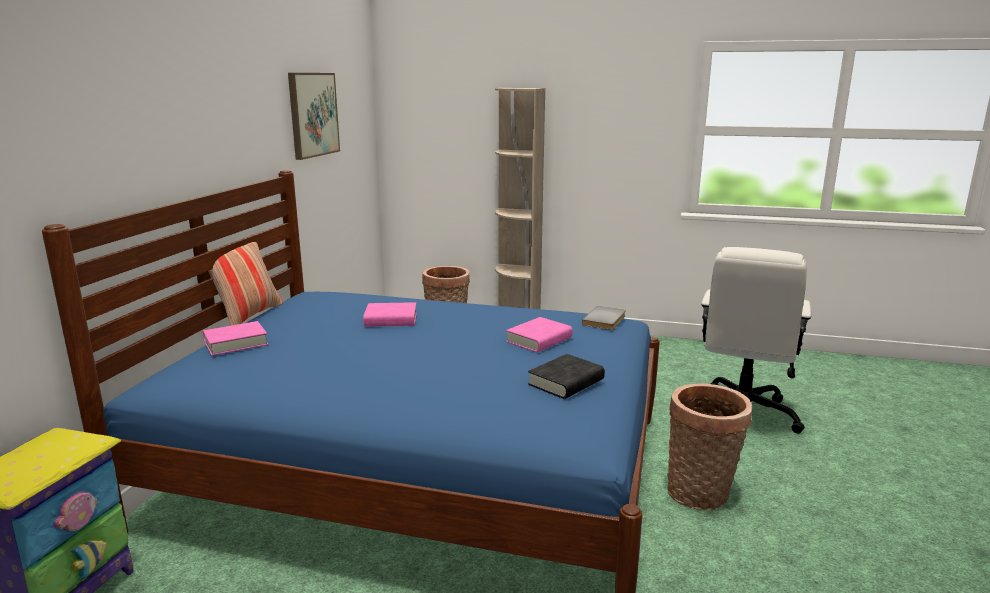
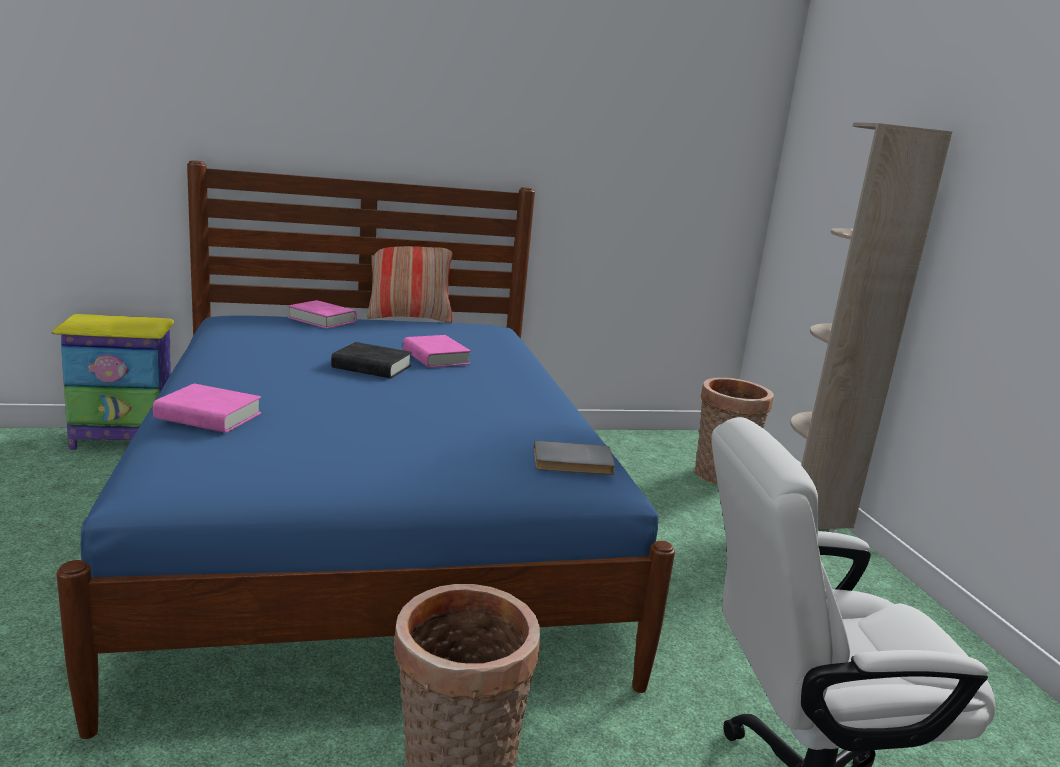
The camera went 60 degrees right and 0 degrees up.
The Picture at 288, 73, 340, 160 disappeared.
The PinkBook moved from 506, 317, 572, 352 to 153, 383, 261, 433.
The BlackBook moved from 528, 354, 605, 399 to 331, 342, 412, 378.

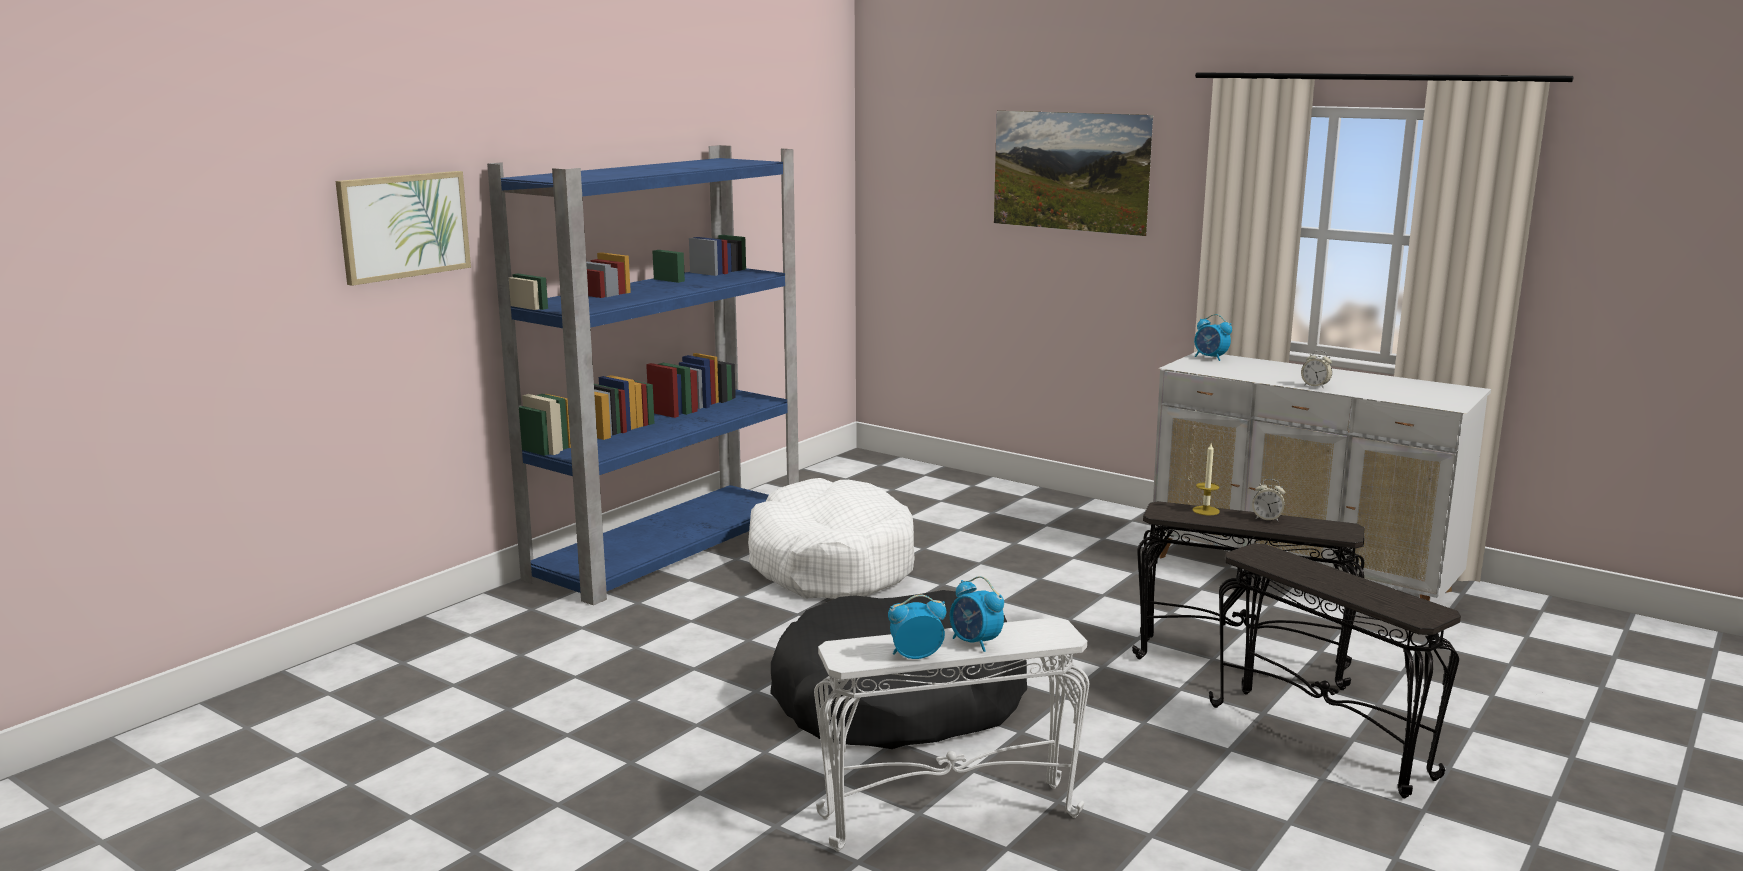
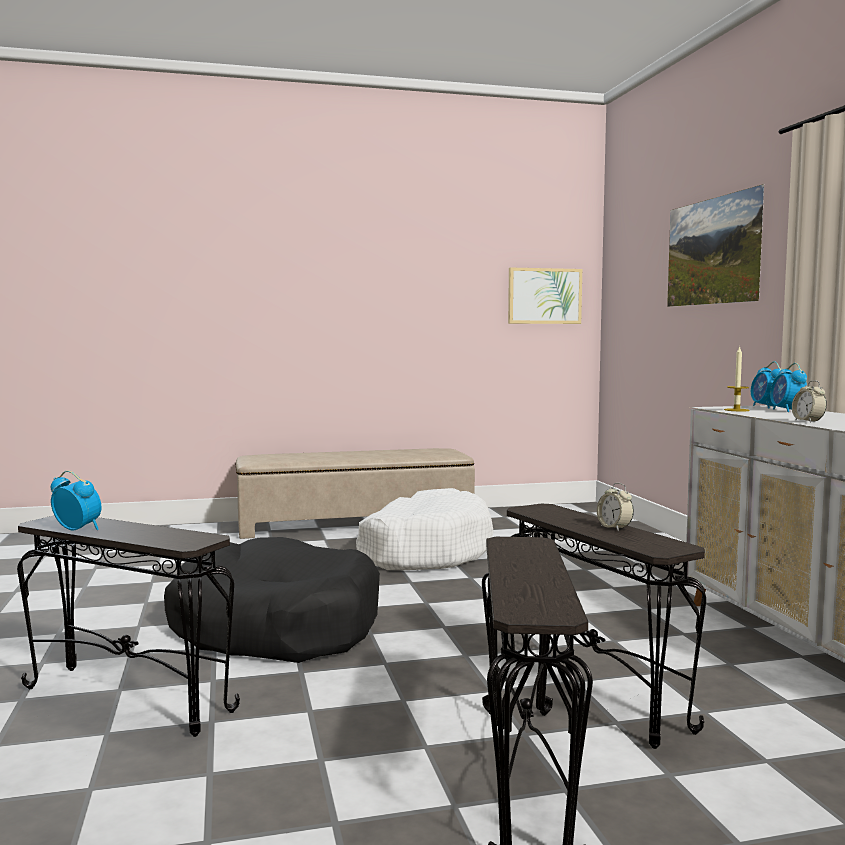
The camera went 40 degrees right and 10 degrees down.
The BlueBookcase at 487, 145, 799, 605 was replaced by the BeigeBench at 236, 448, 475, 539.
The Picture moved from 336, 171, 471, 286 to 508, 267, 582, 324.
The Candle moved from 1192, 444, 1220, 515 to 724, 346, 750, 411.
The AlarmClock moved from 950, 576, 1004, 652 to 770, 363, 807, 412.
The WhiteSideTable at 814, 617, 1089, 852 became the BlackSideTable at 17, 515, 240, 737.

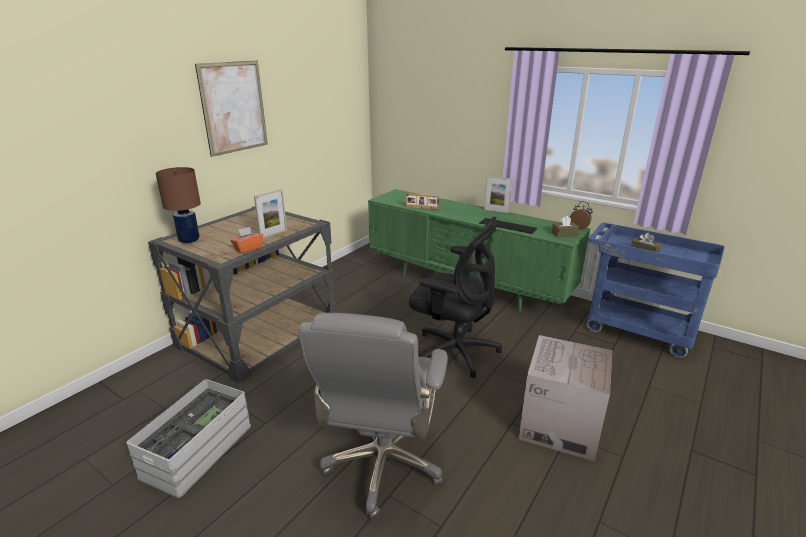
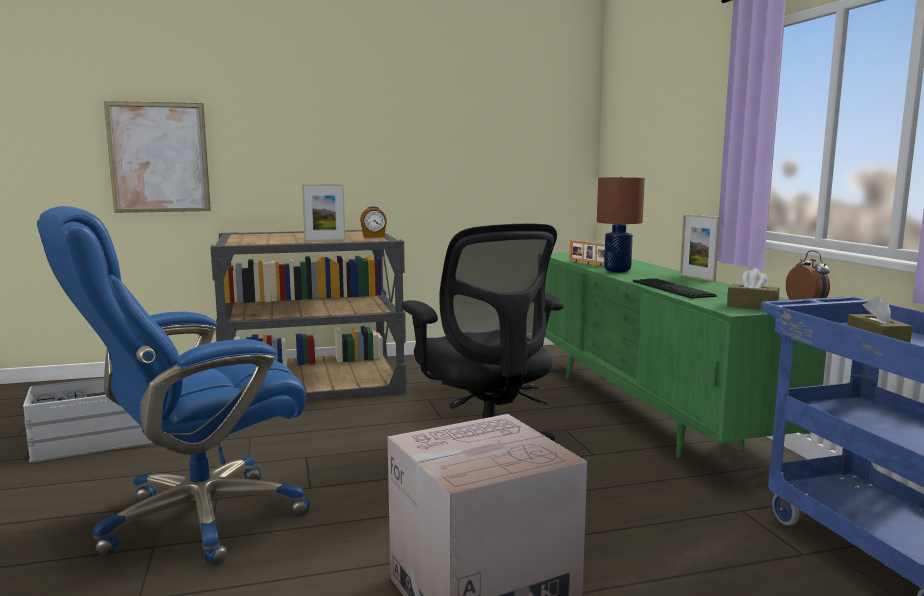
The camera went 40 degrees right and 15 degrees down.
The Picture moved from 195, 61, 268, 157 to 104, 101, 211, 213.
The BrownTableLamp moved from 156, 167, 201, 243 to 597, 176, 645, 273.
The OrangeTissueBox at 231, 227, 263, 254 disappeared.
The GreyOfficeChair at 298, 313, 448, 520 became the BlueOfficeChair at 37, 206, 310, 565.
The AlarmClock at 360, 206, 387, 238 appeared.

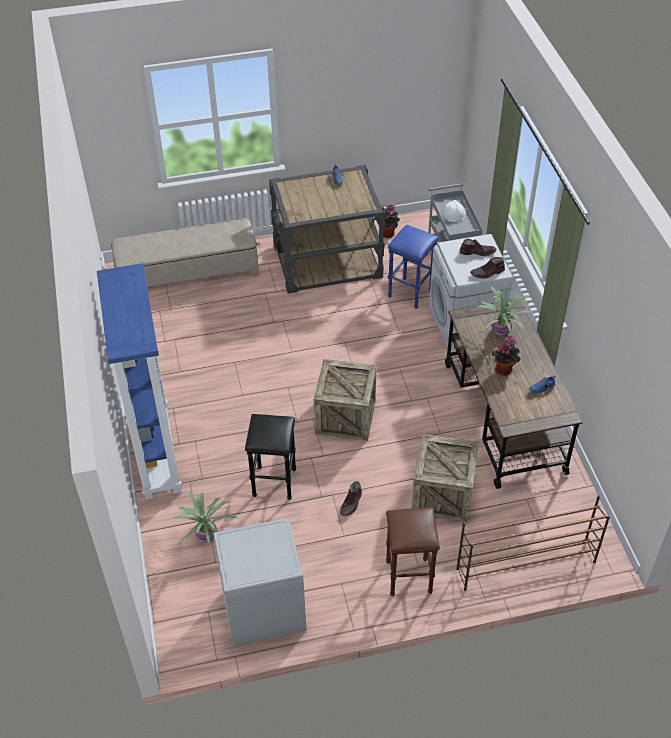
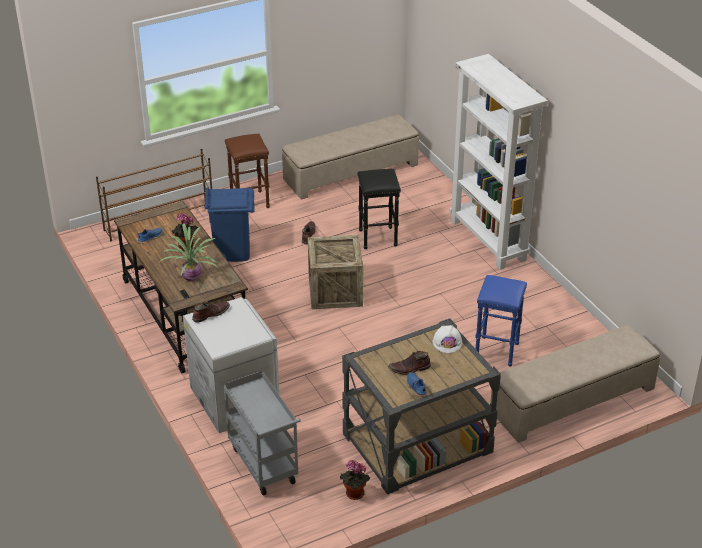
The camera went 165 degrees right and 10 degrees down.
The WhiteHardHat moved from 442, 200, 466, 222 to 433, 325, 462, 353.
The BlueStool moved from 388, 225, 439, 309 to 475, 275, 527, 367.
The BrownBoot moved from 459, 239, 496, 256 to 388, 351, 431, 375.
The BlueBookcase at 97, 263, 182, 500 became the WhiteBookcase at 449, 54, 548, 270.
The Crate at 411, 434, 479, 522 was replaced by the BlueTrashCan at 204, 187, 254, 262.
The PottedPlant at 173, 492, 237, 546 disappeared.
The WhiteWashingMachine at 213, 518, 306, 646 was replaced by the BeigeBench at 282, 115, 419, 199.

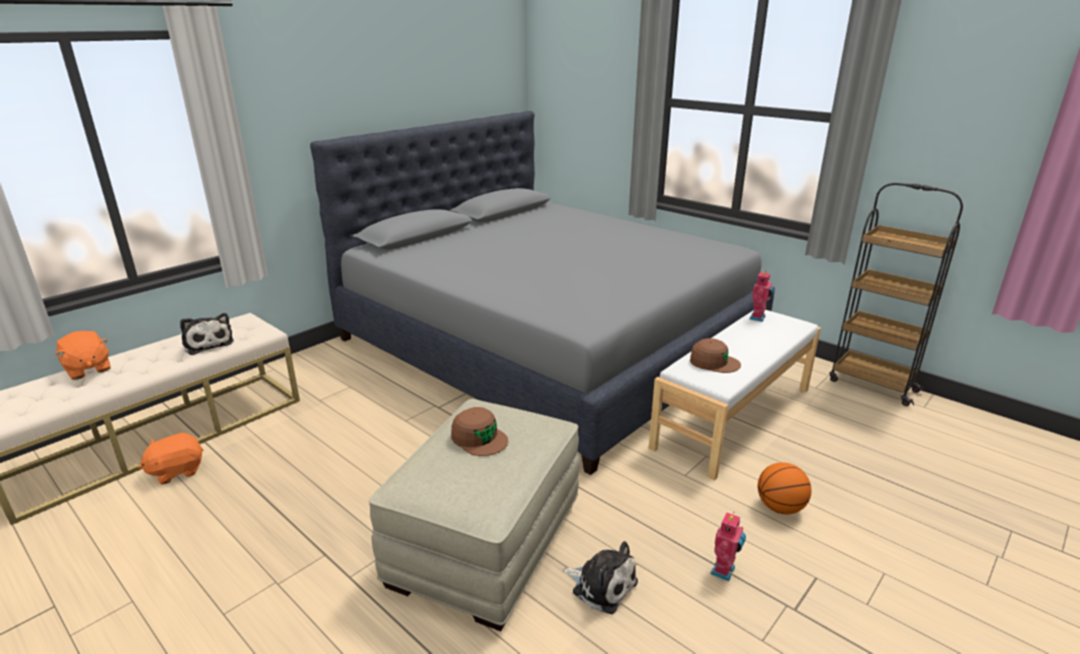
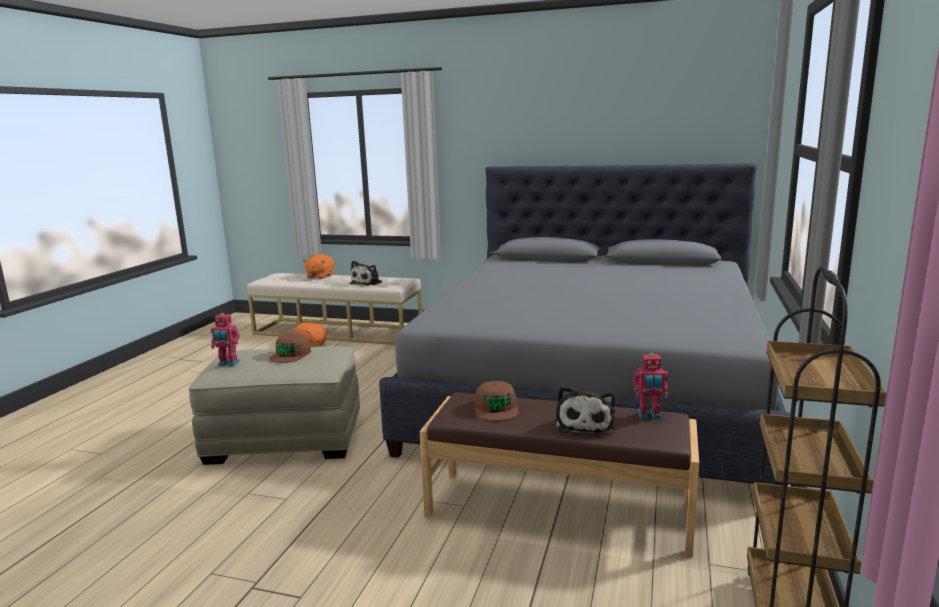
The camera went 65 degrees right and 10 degrees down.
The WhiteBench at 649, 310, 821, 480 became the BrownBench at 420, 392, 699, 557.
The Basketball at 758, 462, 811, 514 disappeared.
The ToyRobot moved from 710, 512, 746, 581 to 211, 313, 240, 366.
The PlushToy moved from 562, 541, 638, 614 to 556, 385, 615, 435.

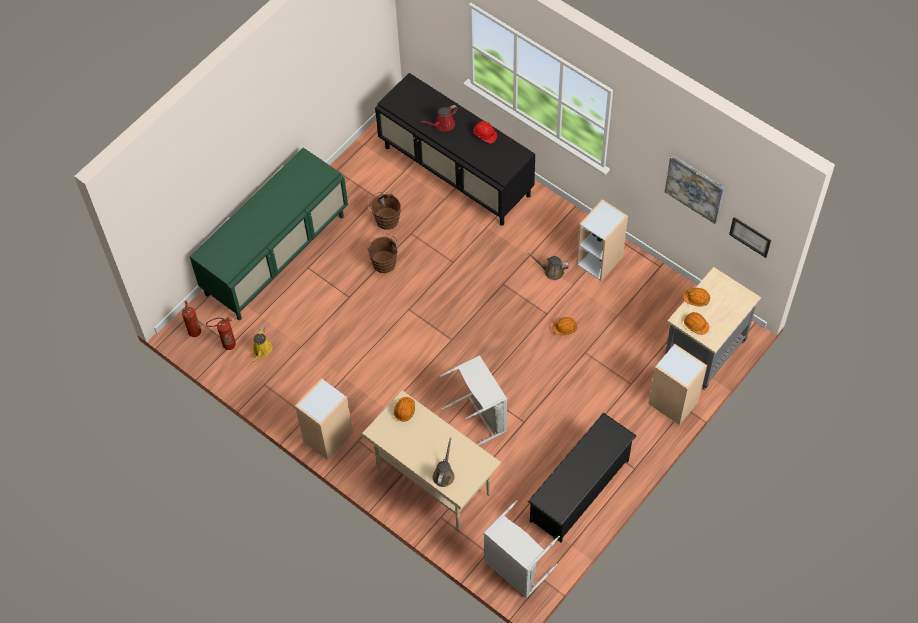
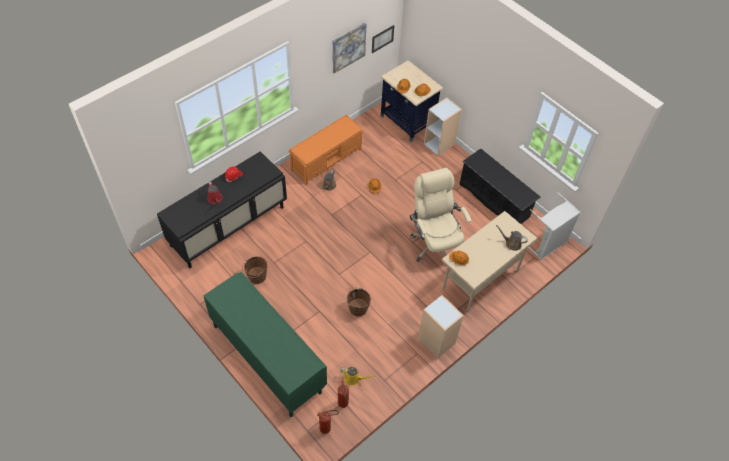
The camera went 85 degrees left and 5 degrees down.
The Bookcase at 576, 199, 628, 281 was replaced by the OrangeBench at 289, 115, 363, 185.
The BrownBucket moved from 367, 233, 399, 273 to 344, 287, 371, 317.
The GreyCart at 665, 267, 761, 390 became the BlueCart at 380, 60, 443, 142.
The GreyLaundryBasket at 440, 355, 507, 446 was replaced by the BeigeOfficeChair at 410, 168, 471, 262.

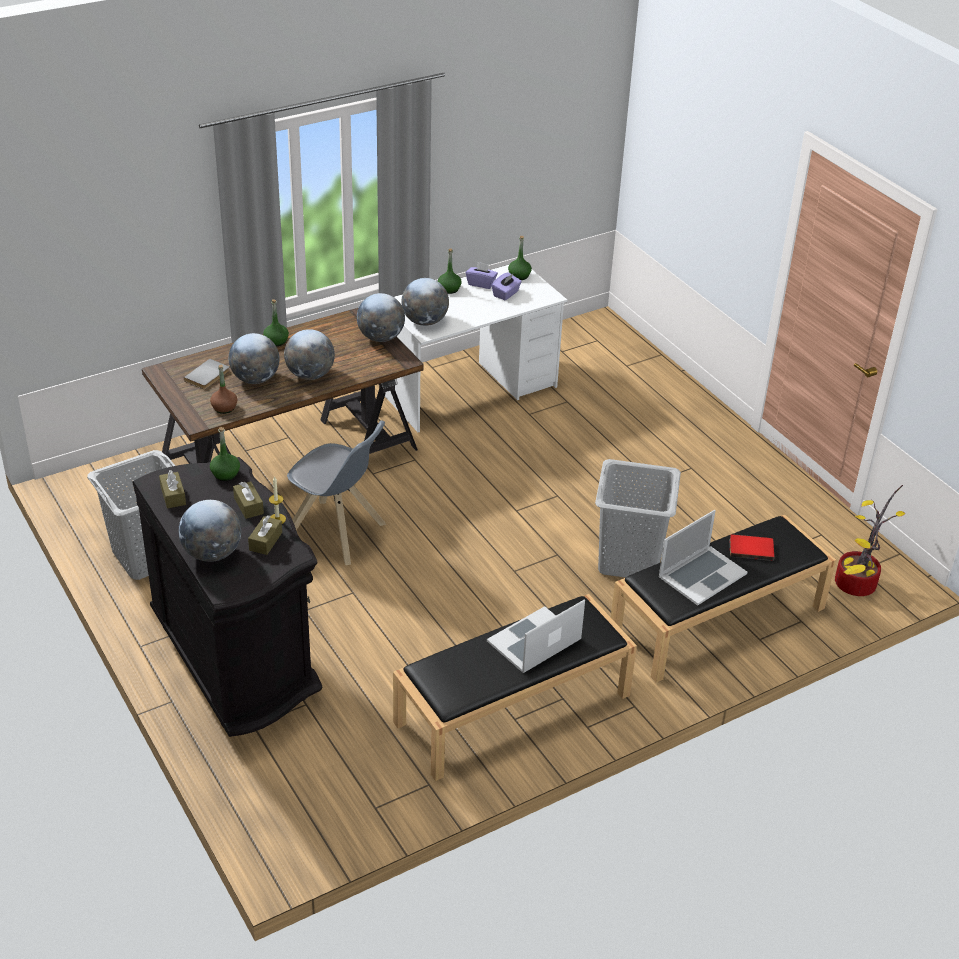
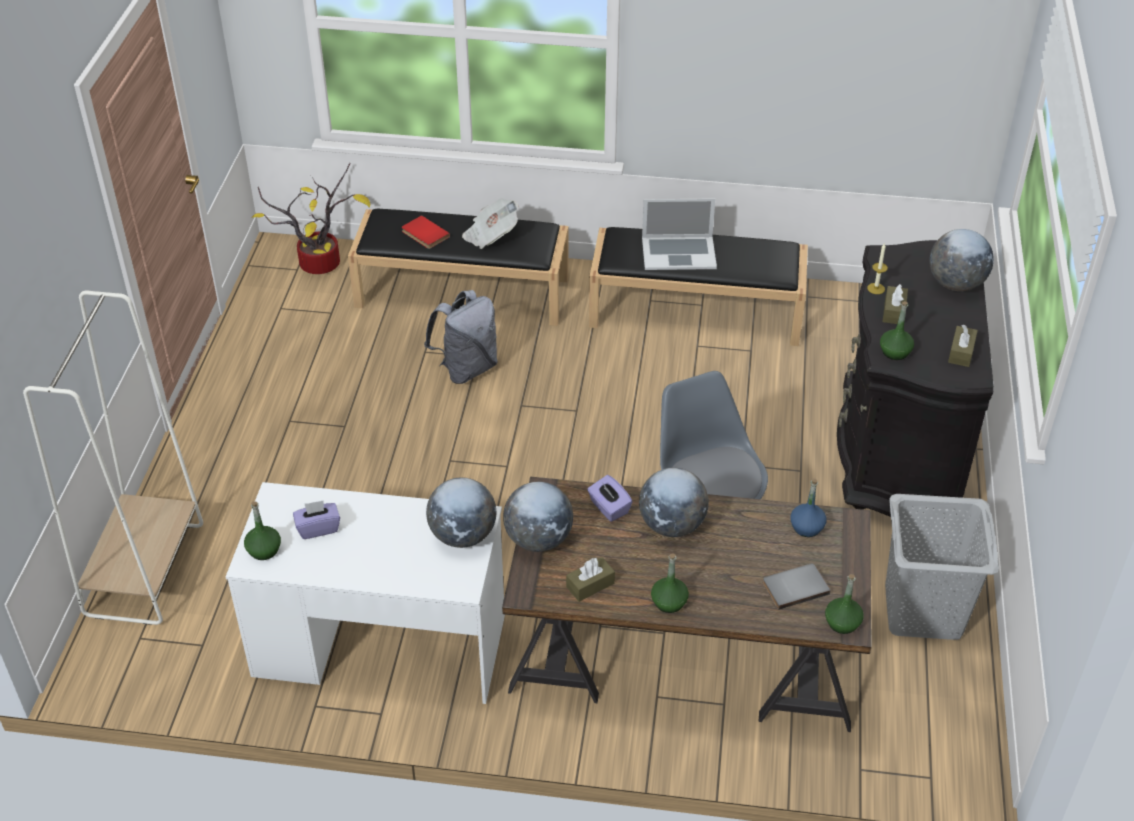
The camera went 140 degrees left and 5 degrees up.
The GreenBottle moved from 438, 249, 462, 294 to 825, 574, 864, 634.
The PurpleTissueBox moved from 466, 262, 498, 289 to 587, 475, 633, 522.
The Globe at 229, 333, 280, 384 disappeared.
The BrownBottle at 210, 365, 237, 414 became the BlueBottle at 790, 478, 826, 537.
The GreyLaundryBasket at 595, 459, 681, 578 was replaced by the GreyBackpack at 424, 290, 498, 384.
The Laptop at 659, 510, 747, 606 was replaced by the Newspaper at 462, 198, 519, 249.
The BrownTissueBox moved from 248, 515, 282, 555 to 566, 557, 615, 602.
The ClothesRack at 23, 291, 203, 625 appeared.

